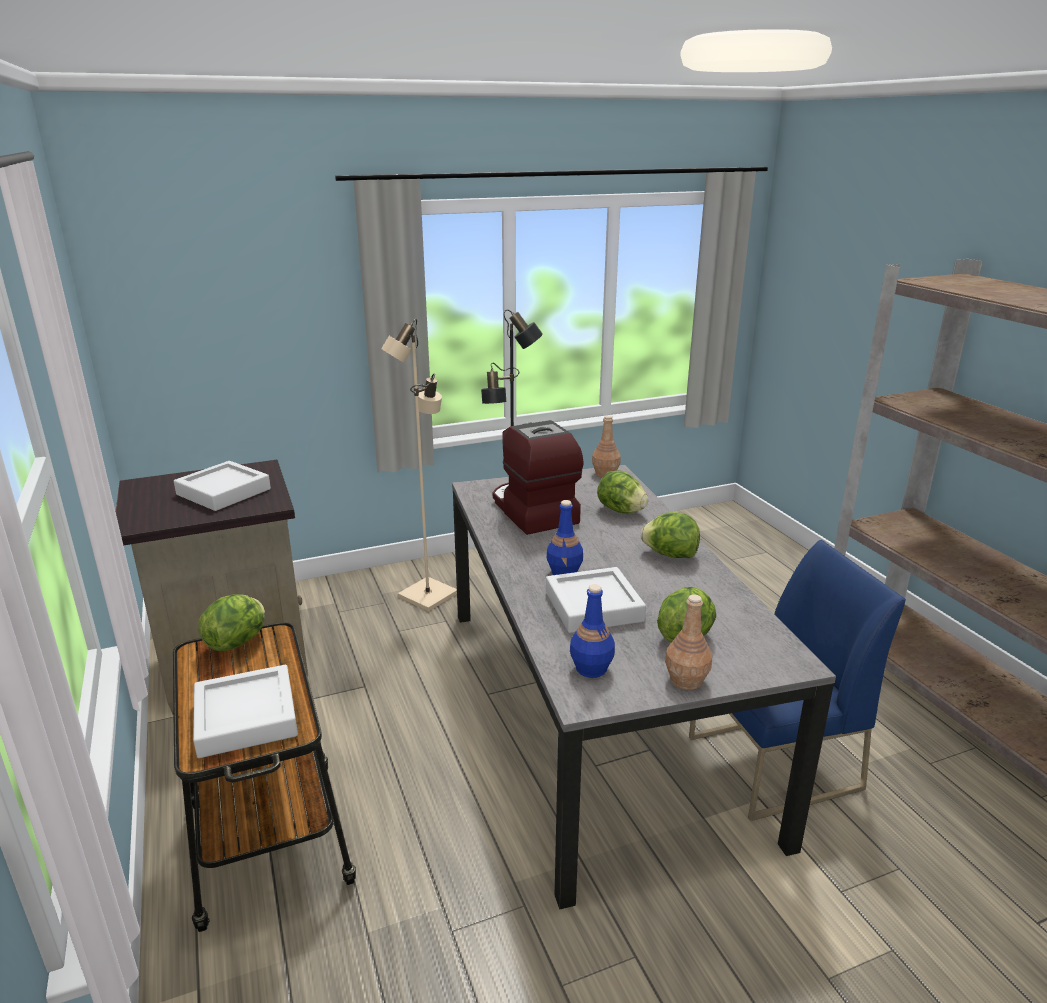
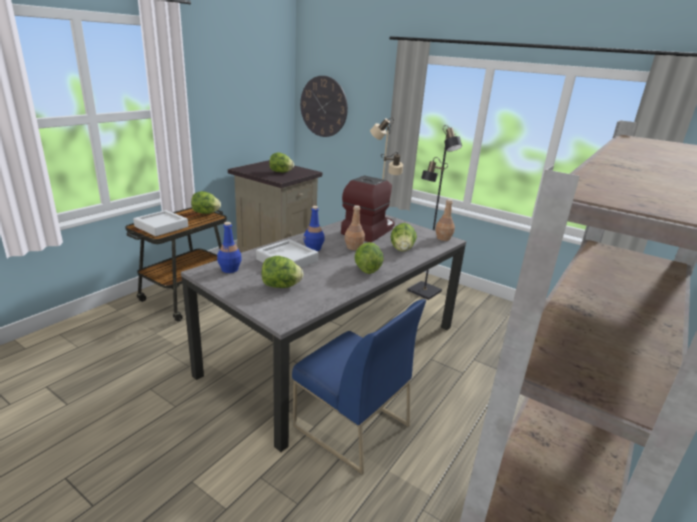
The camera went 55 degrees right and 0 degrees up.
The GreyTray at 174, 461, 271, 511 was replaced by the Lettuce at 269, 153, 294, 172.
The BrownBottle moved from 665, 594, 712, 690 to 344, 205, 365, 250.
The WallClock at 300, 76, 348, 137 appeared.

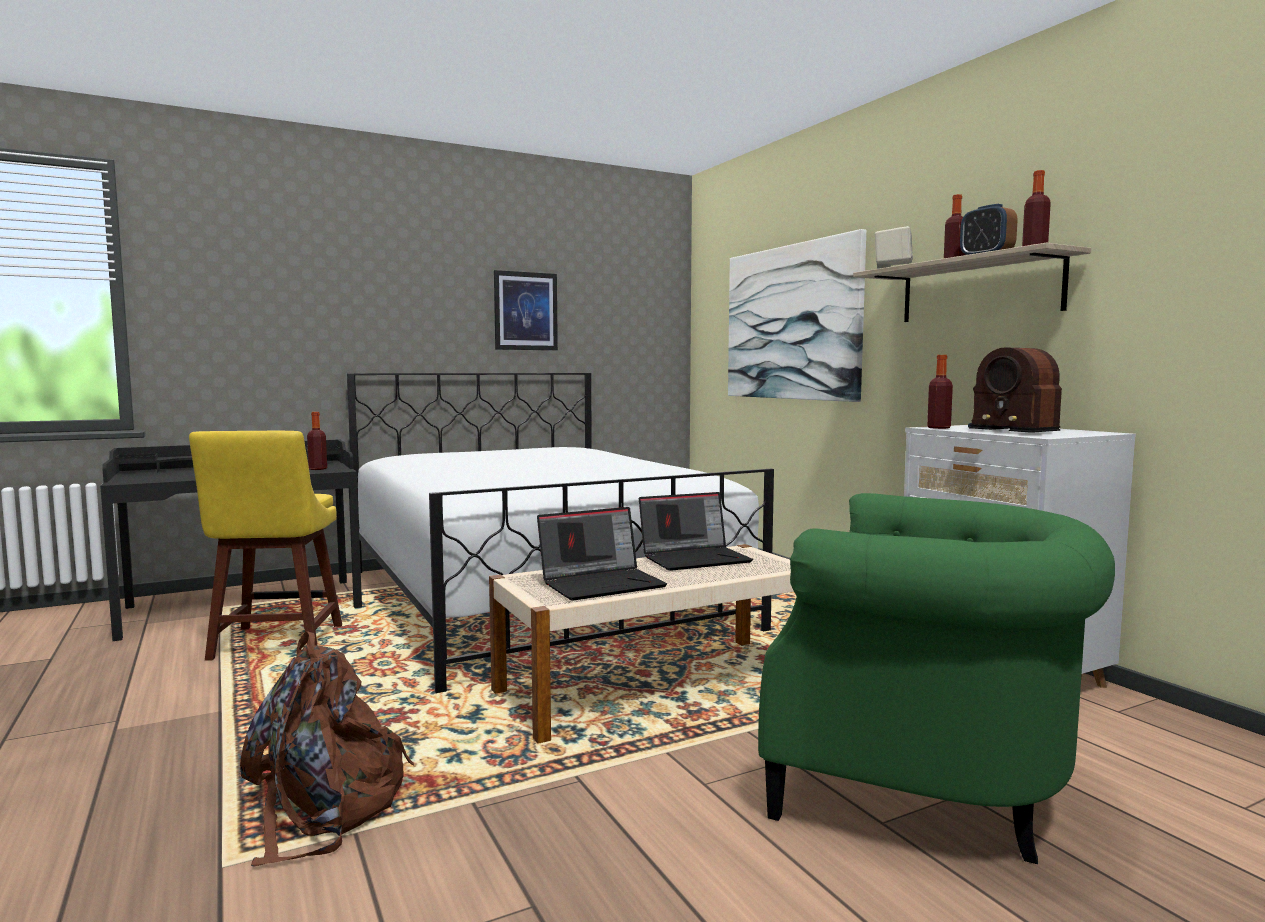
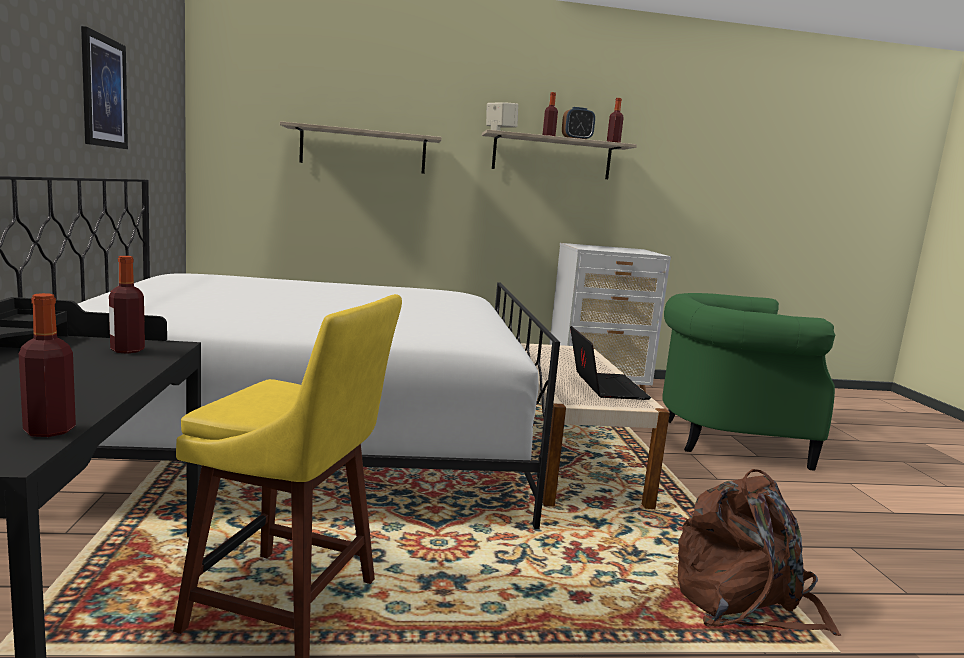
The camera went 70 degrees left and 5 degrees up.
The Picture at 728, 229, 866, 402 was replaced by the Shelf at 280, 121, 442, 174.
The Radio at 968, 347, 1062, 433 disappeared.
The Bottle moved from 927, 355, 953, 429 to 19, 293, 76, 437.
The Laptop at 639, 492, 753, 571 disappeared.
The GreenArmchair at 758, 493, 1115, 864 turned 135 degrees counterclockwise.

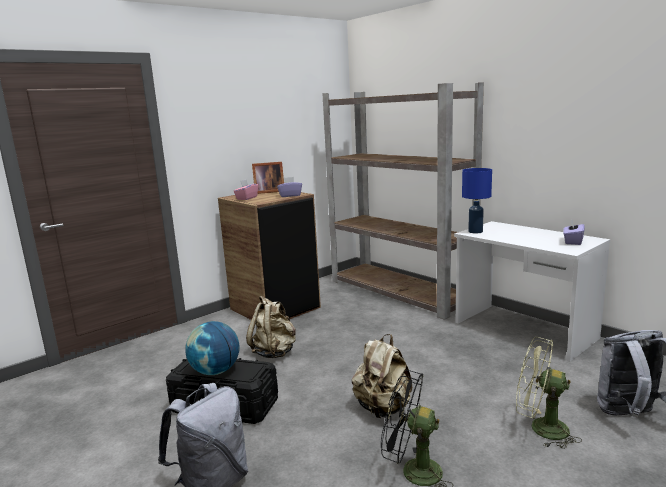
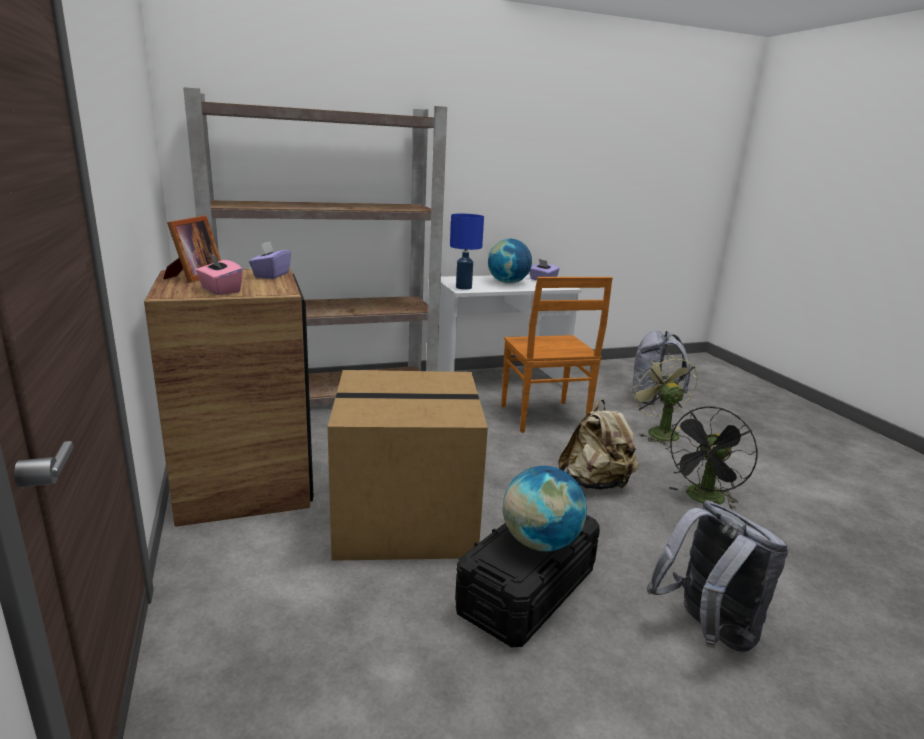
The camera went 70 degrees left and 5 degrees up.
The BeigeBackpack at 246, 296, 296, 358 was replaced by the CardboardBox at 328, 370, 488, 561.
The GreenFan at 516, 337, 582, 449 turned 120 degrees clockwise.
The Globe at 488, 239, 532, 284 appeared.
The BrownChair at 501, 277, 613, 433 appeared.

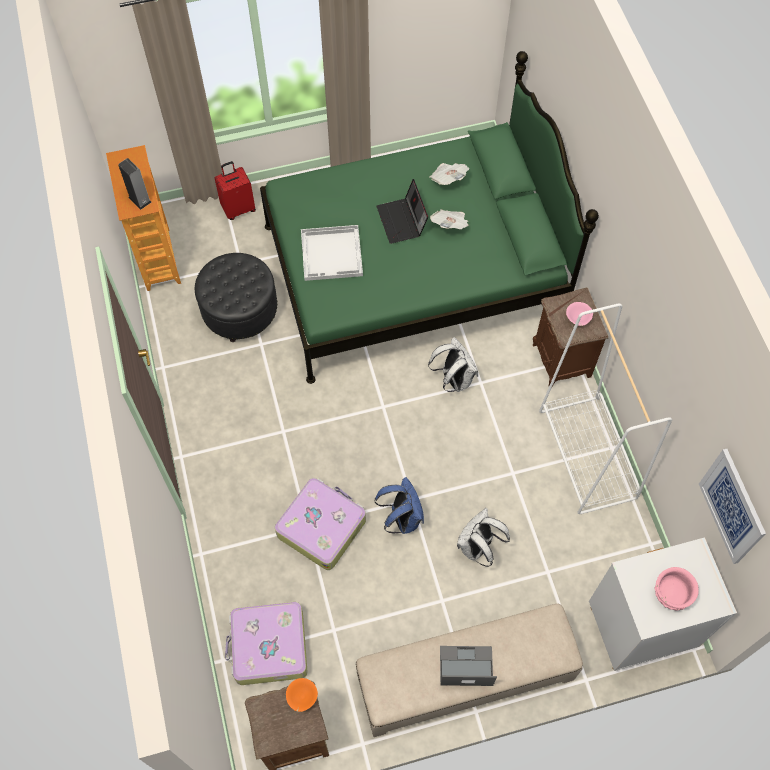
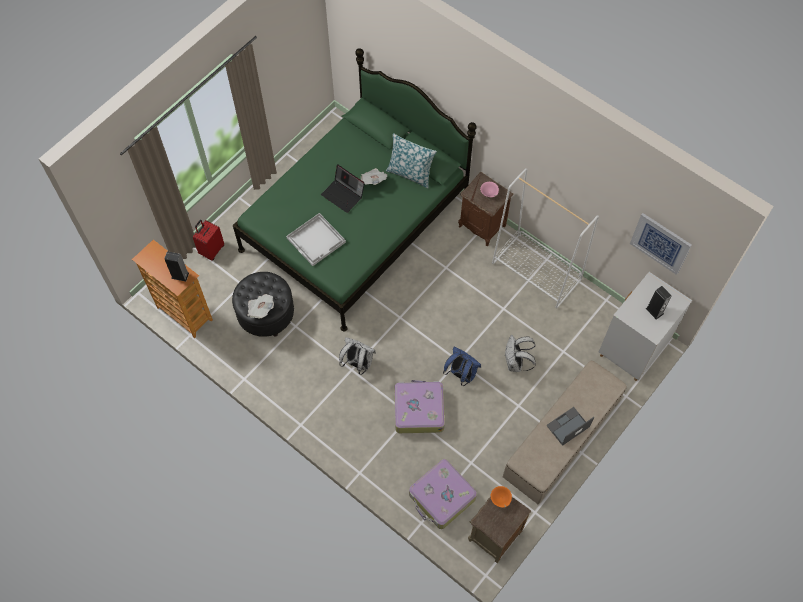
The camera went 35 degrees left and 0 degrees up.
The Newspaper moved from 429, 163, 469, 185 to 247, 294, 274, 319.
The WhiteBackpack moved from 428, 337, 478, 392 to 339, 337, 376, 375.
The PinkBowl at 654, 567, 699, 611 was replaced by the Speaker at 646, 286, 672, 320.
The Pillow at 386, 133, 437, 189 appeared.

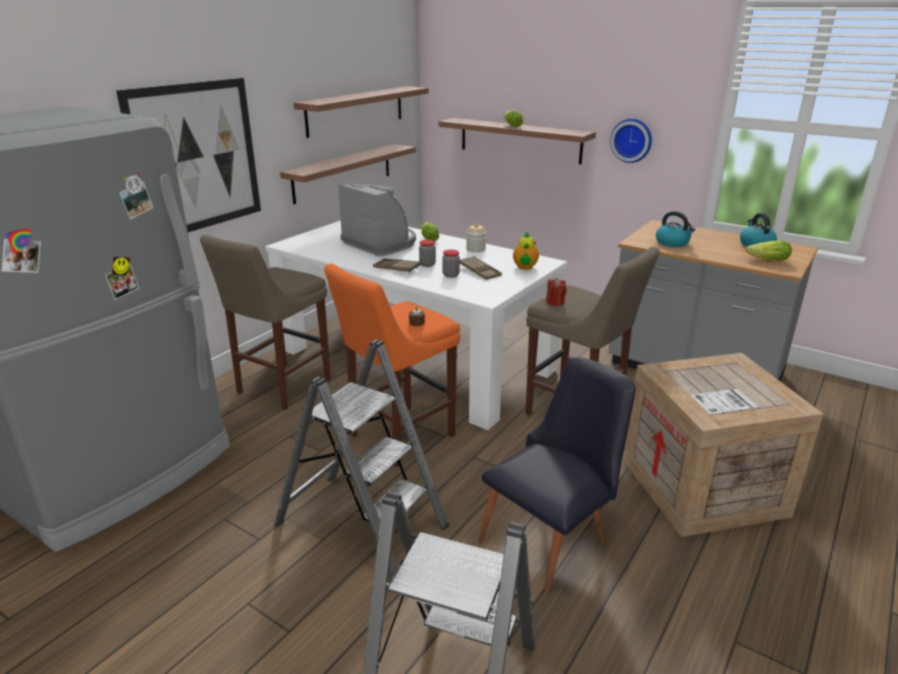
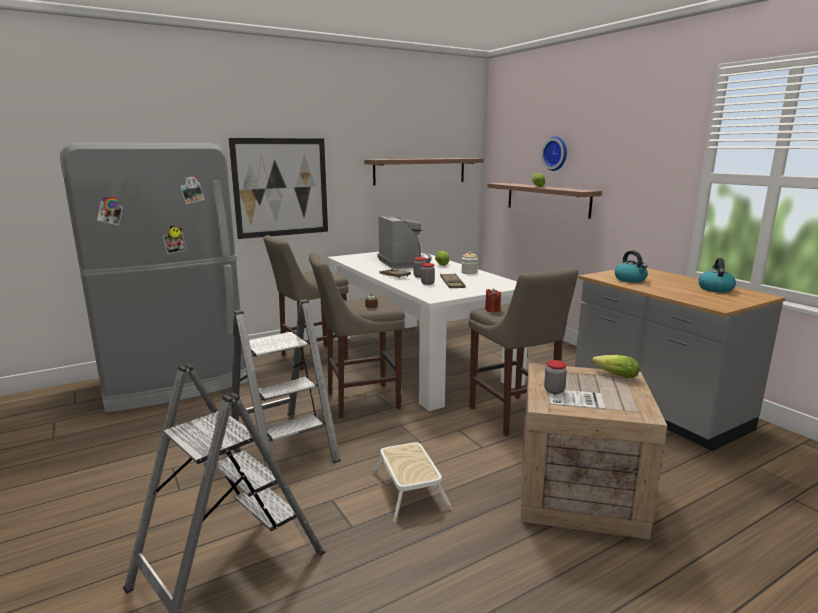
The camera went 25 degrees right and 10 degrees down.
The WallClock moved from 610, 119, 652, 163 to 541, 136, 567, 171.
The Shelf at 280, 144, 416, 204 disappeared.
The Teapot at 513, 232, 539, 270 disappeared.
The Lettuce moved from 746, 241, 792, 261 to 592, 355, 639, 378.
The OrangeStool at 324, 264, 460, 467 became the BeigeStool at 309, 253, 405, 418.
The BlackChair at 478, 357, 636, 593 was replaced by the BeigeStepLadder at 371, 443, 453, 523.
The Jar at 544, 360, 567, 394 appeared.

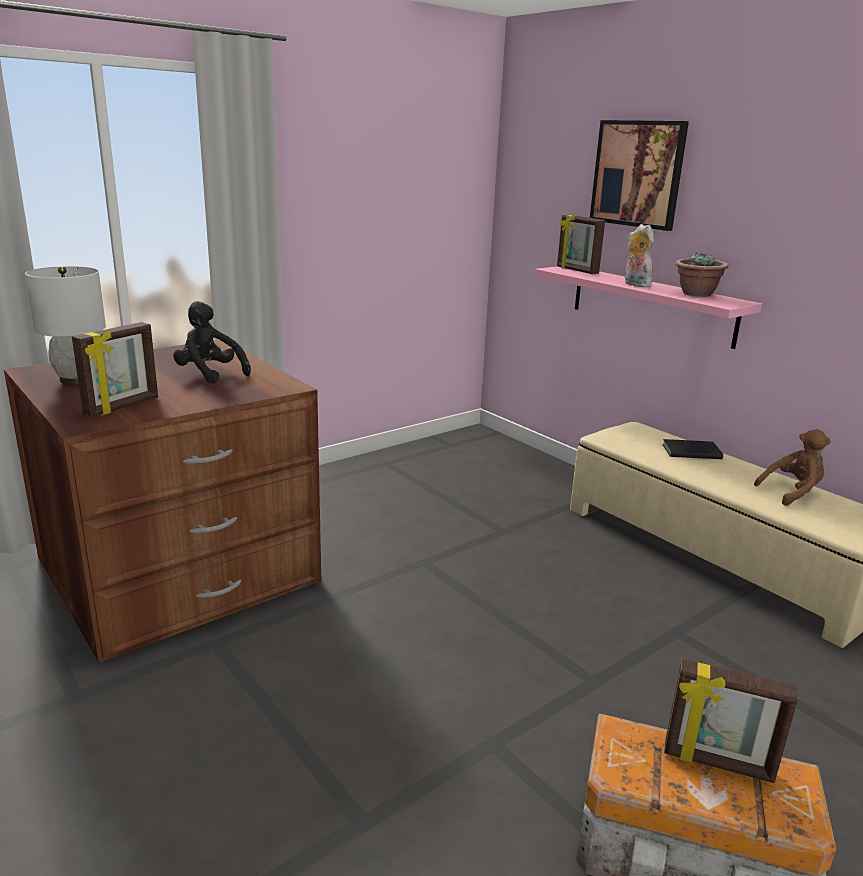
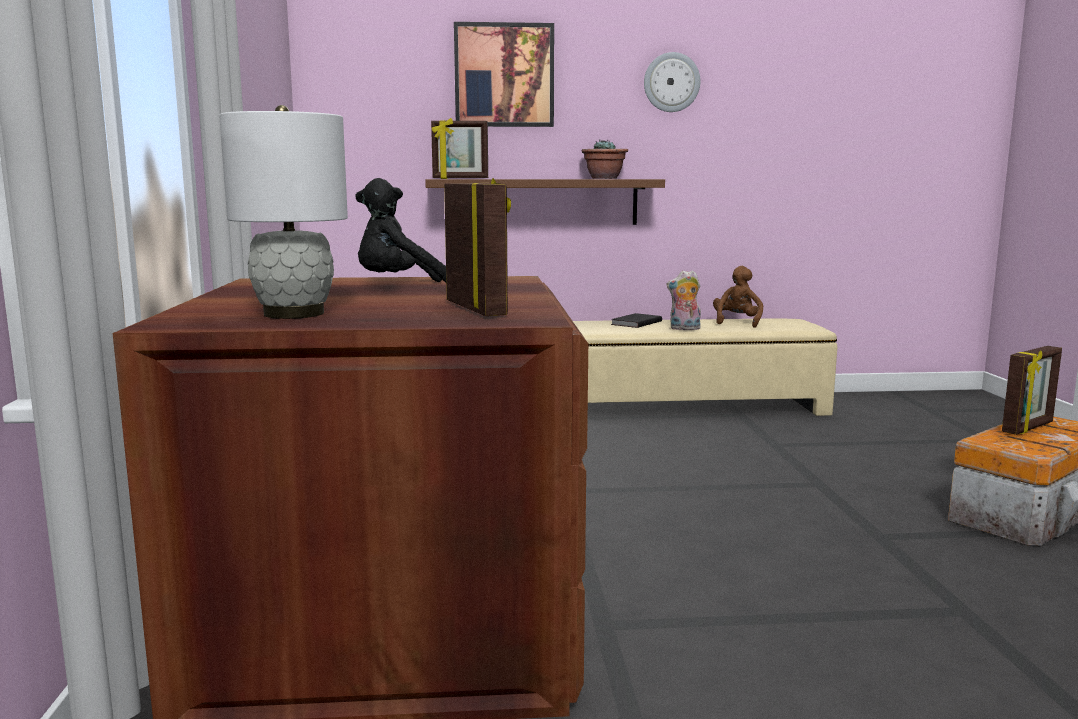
The camera went 55 degrees left and 10 degrees down.
The PlushToy moved from 625, 224, 654, 287 to 666, 270, 701, 330.
The PinkShelf at 535, 266, 762, 349 became the BrownShelf at 425, 179, 665, 225.
The WallClock at 644, 52, 700, 112 appeared.

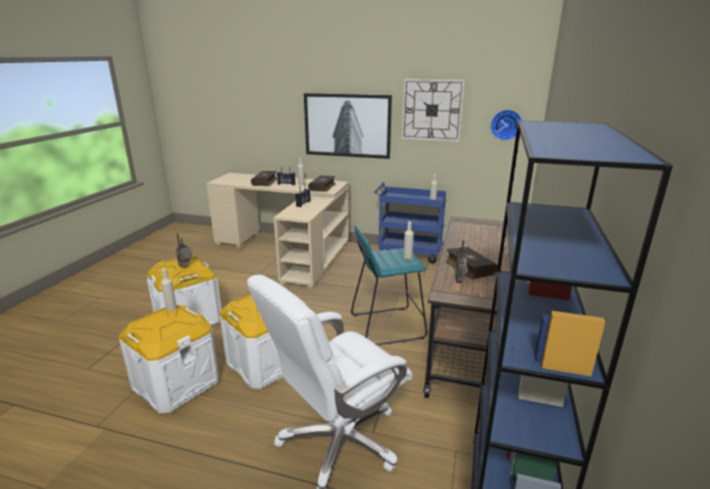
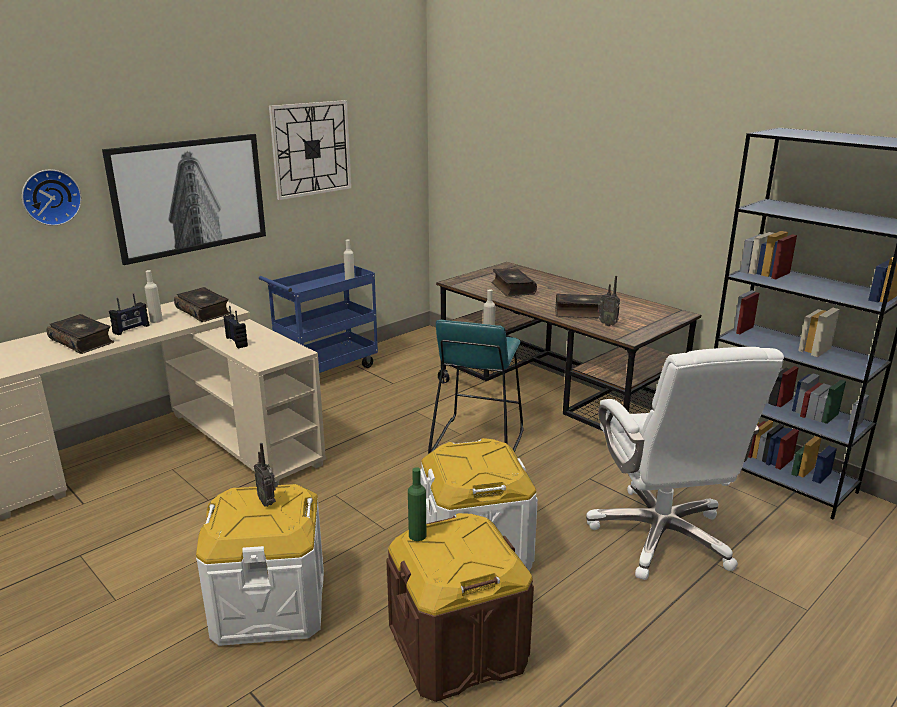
The camera went 60 degrees left and 0 degrees up.
The WallClock moved from 490, 109, 522, 141 to 22, 170, 82, 226.
The BeigeBottle at 161, 268, 177, 311 became the GreenBottle at 408, 467, 427, 541.
The WhiteStorageBox at 119, 305, 219, 413 became the BrownStorageBox at 387, 513, 534, 702.
The Book at 492, 268, 537, 296 appeared.

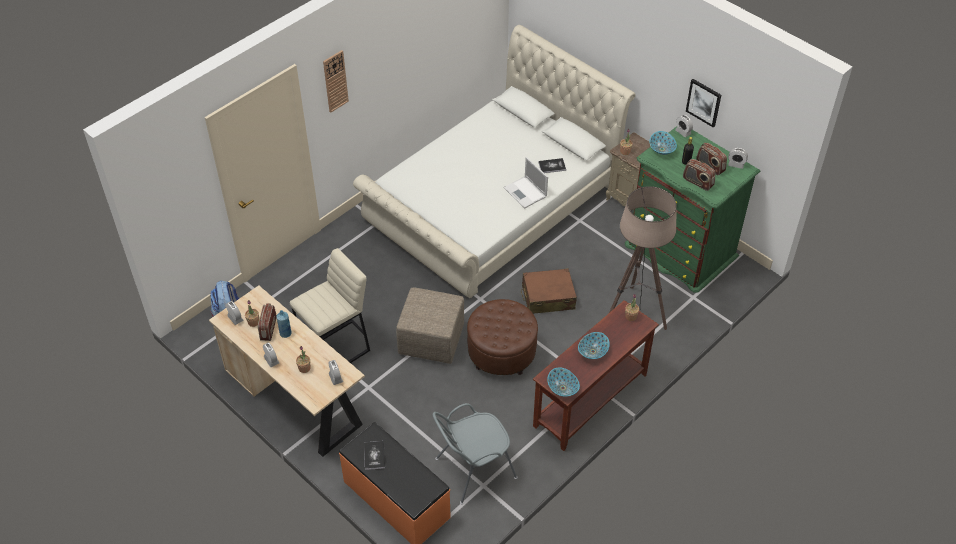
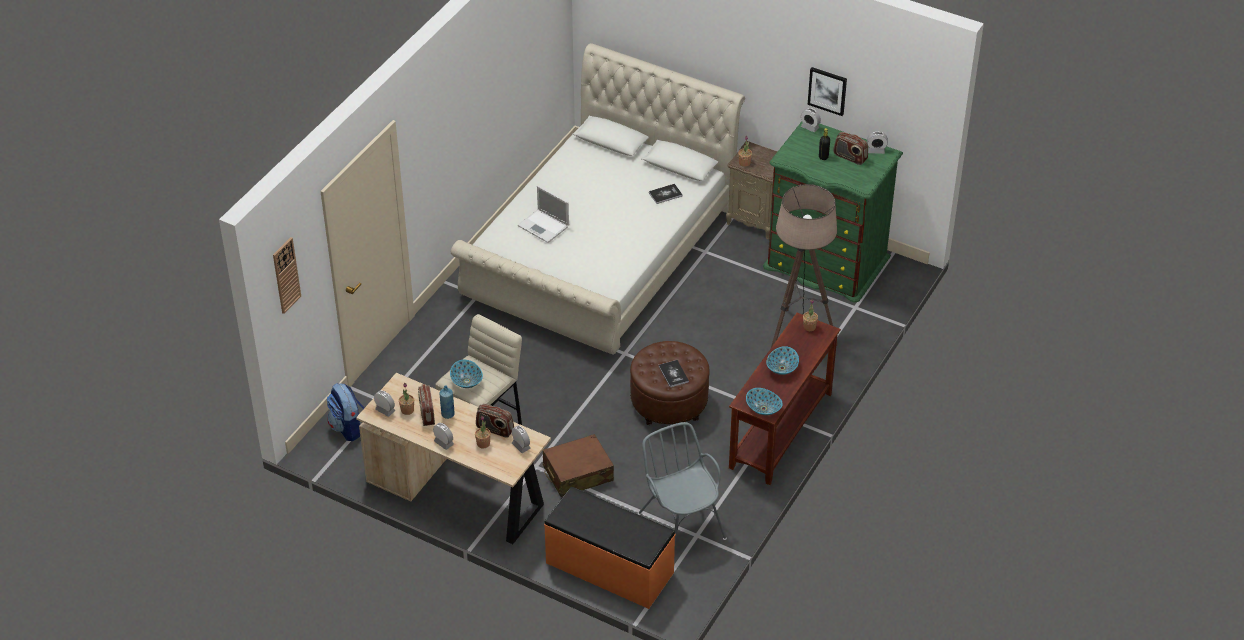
The camera went 15 degrees left and 5 degrees down.
The WallClock moved from 323, 50, 349, 113 to 273, 237, 301, 314.
The Bowl moved from 650, 131, 677, 155 to 450, 360, 483, 388.
The Laptop moved from 503, 157, 548, 208 to 518, 186, 569, 243.
The Radio moved from 683, 159, 715, 191 to 476, 404, 514, 438.
The BrownSuitcase moved from 521, 268, 577, 314 to 543, 434, 614, 497.
The BeigeOttoman at 396, 288, 464, 364 disappeared.
The GreyChair at 433, 403, 518, 504 turned 105 degrees clockwise.
The Book moved from 364, 441, 385, 470 to 659, 360, 689, 387.

